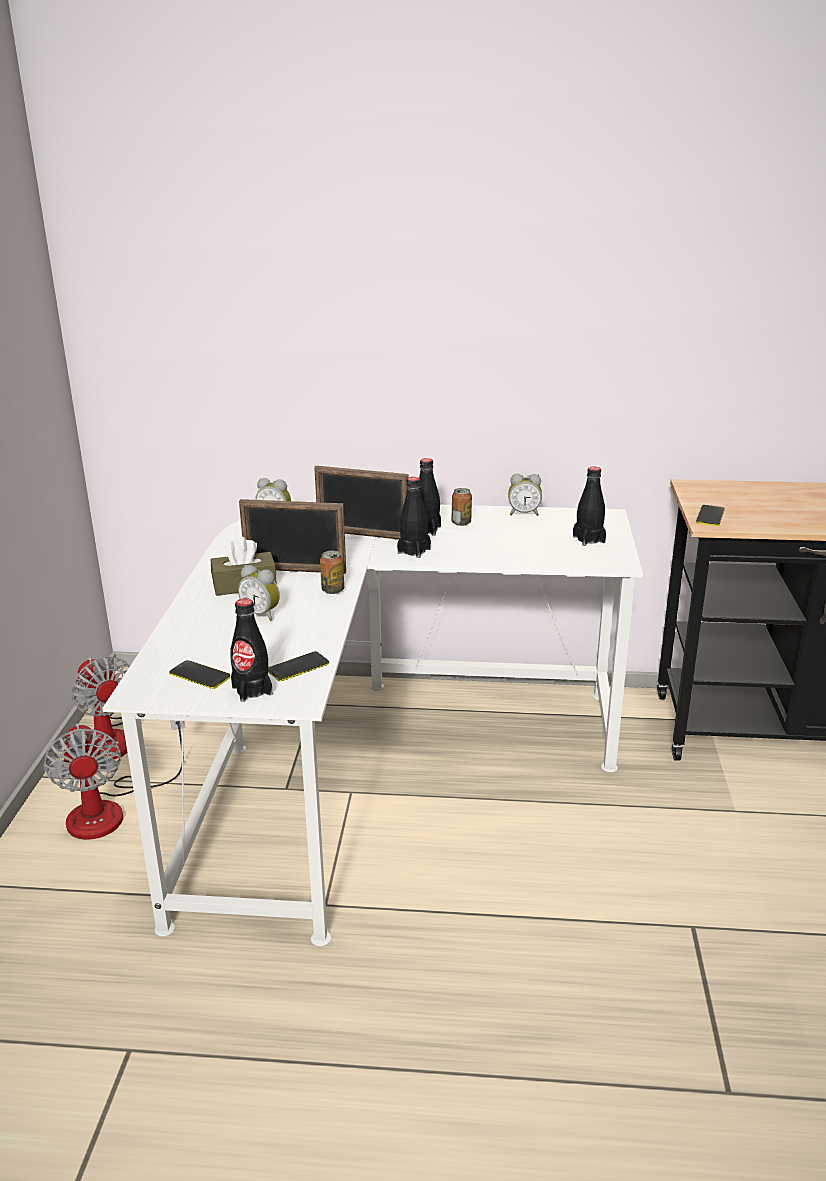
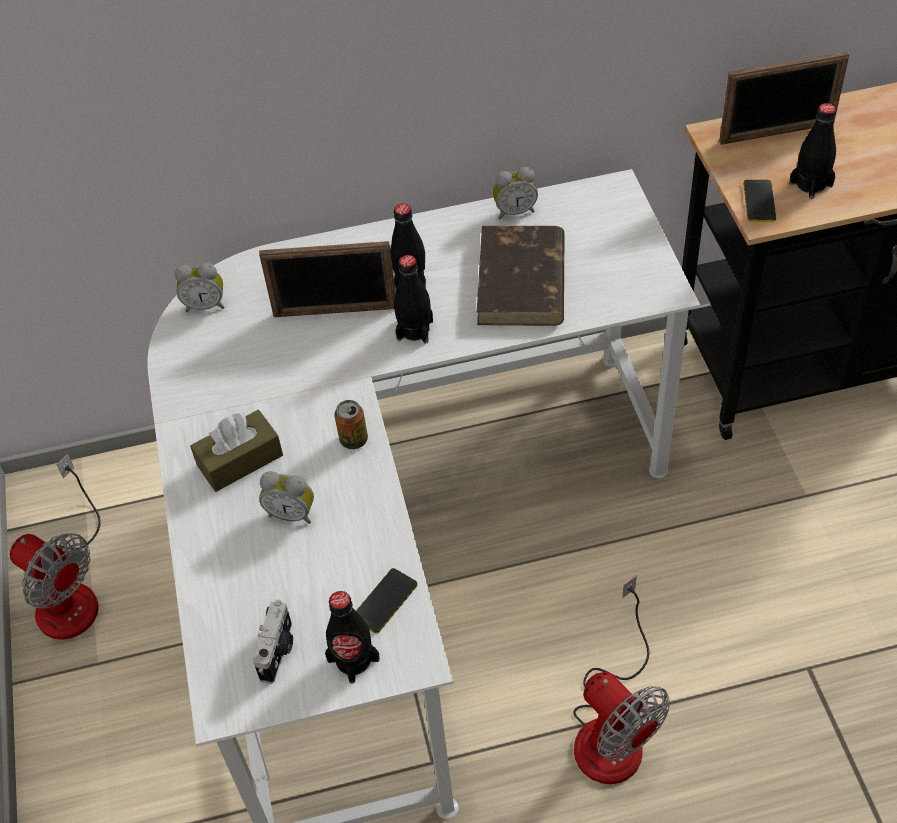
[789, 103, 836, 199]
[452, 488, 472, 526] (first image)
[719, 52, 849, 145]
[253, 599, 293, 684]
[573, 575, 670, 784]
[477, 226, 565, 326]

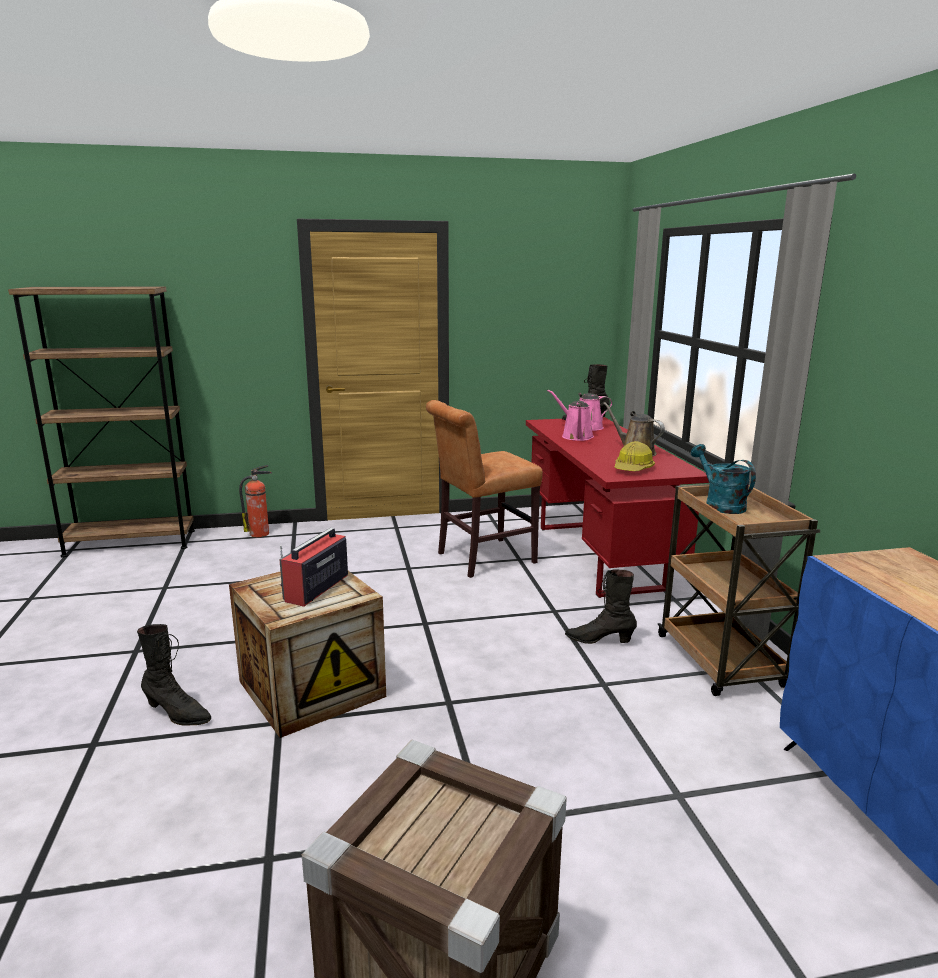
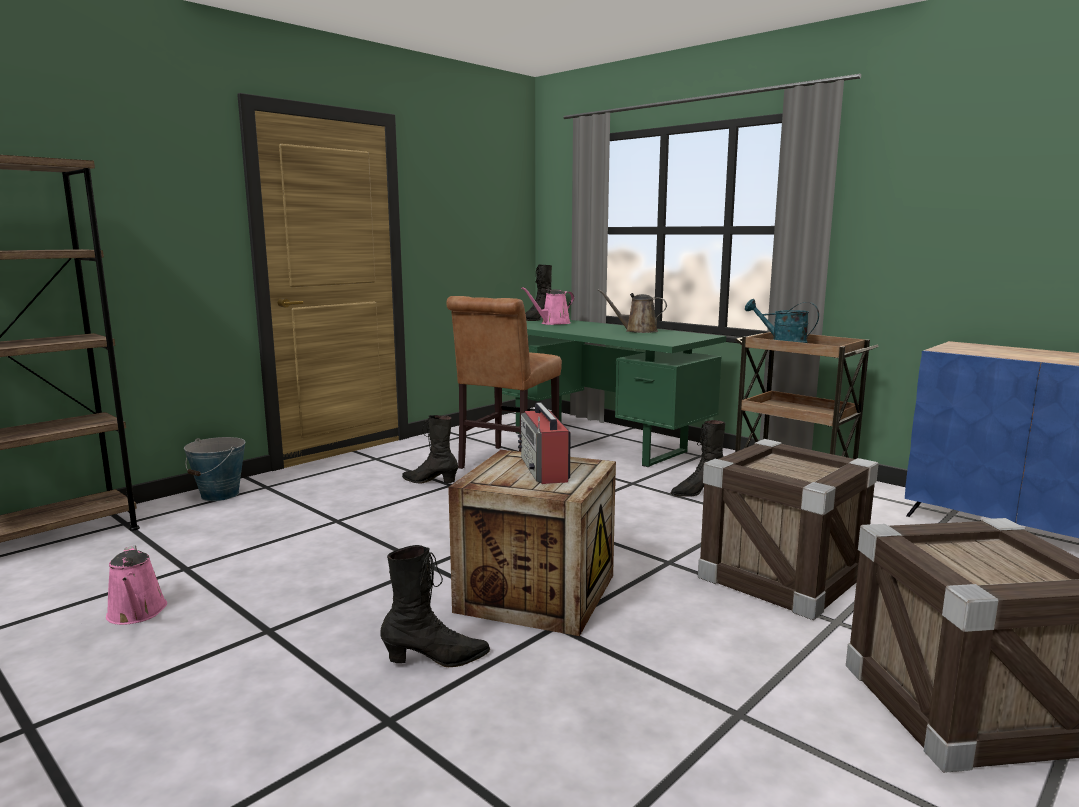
[106, 546, 167, 625]
[502, 318, 726, 467]
[615, 441, 655, 471] (first image)
[184, 437, 245, 501]
[402, 415, 458, 484]
[698, 439, 879, 620]

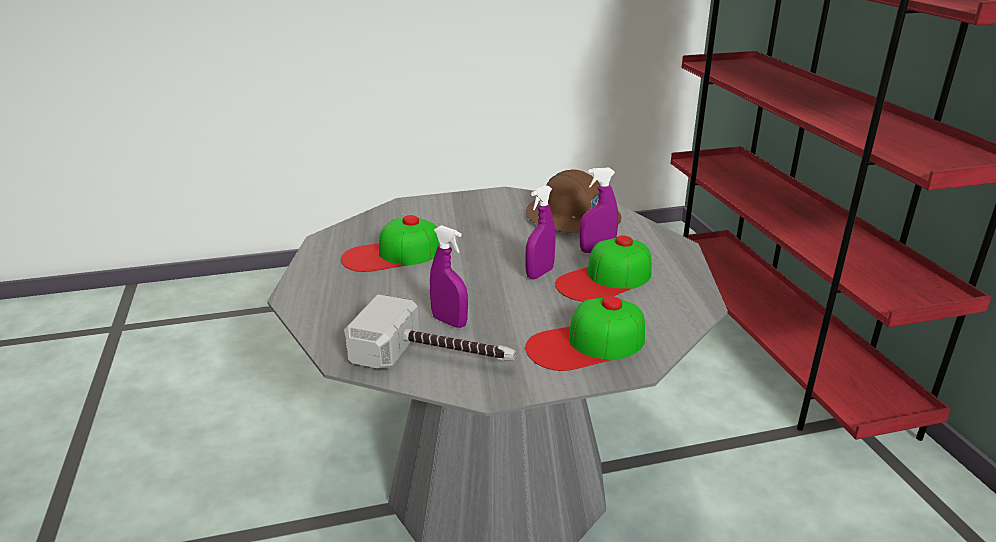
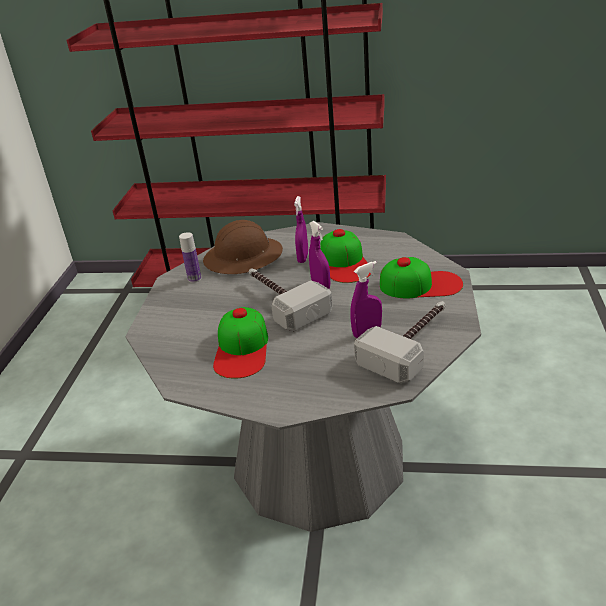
[380, 257, 463, 298]
[179, 232, 202, 283]
[249, 268, 333, 331]

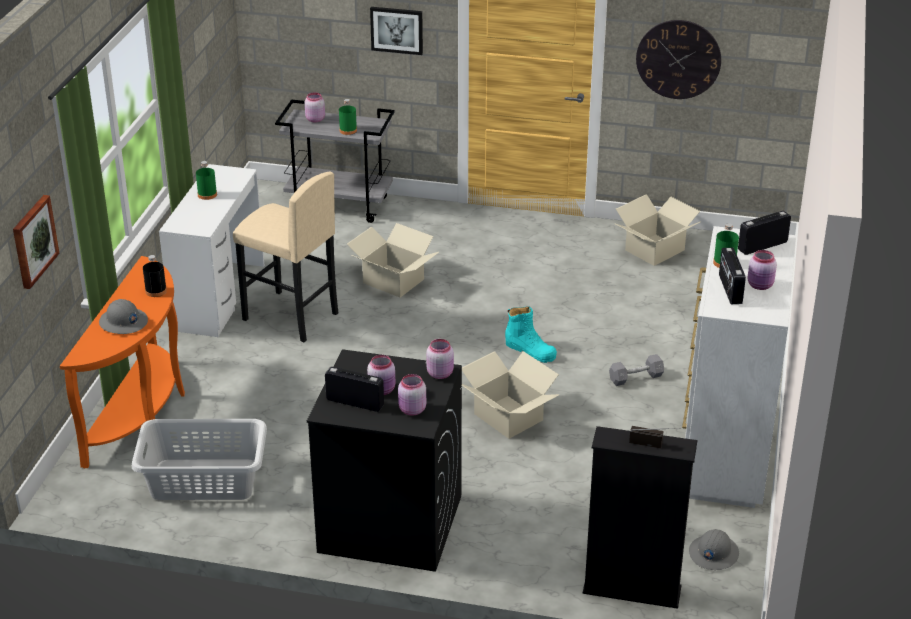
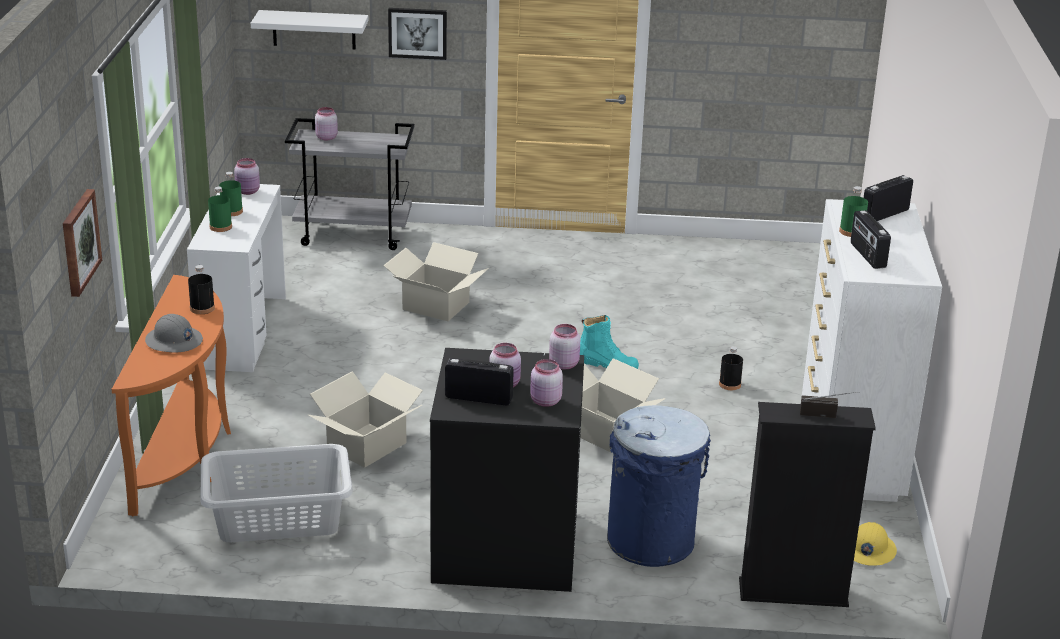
[636, 20, 721, 99] (first image)
[208, 187, 232, 232]
[233, 172, 338, 342] (first image)
[308, 371, 423, 468]
[234, 158, 260, 195]
[719, 346, 743, 390]
[854, 522, 897, 566]
[251, 10, 369, 49]
[607, 405, 711, 567]

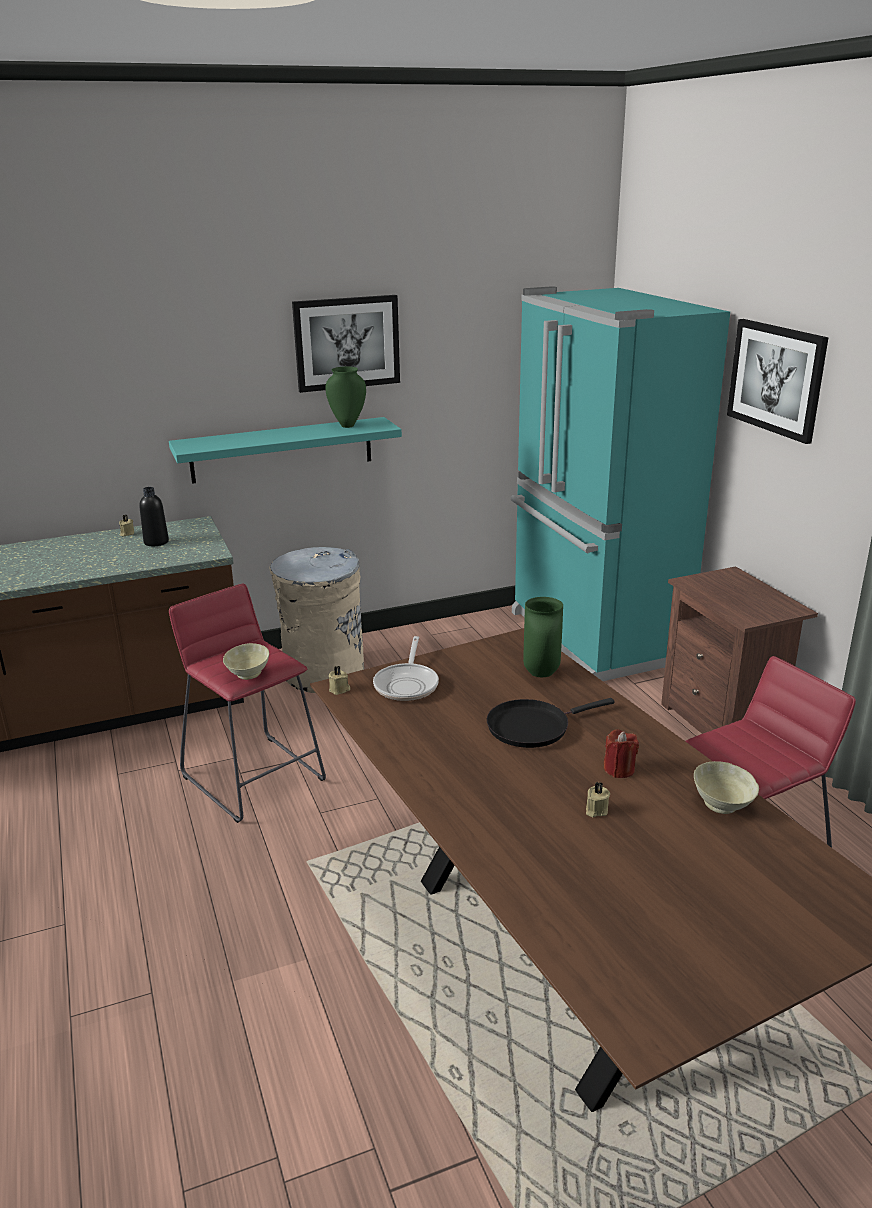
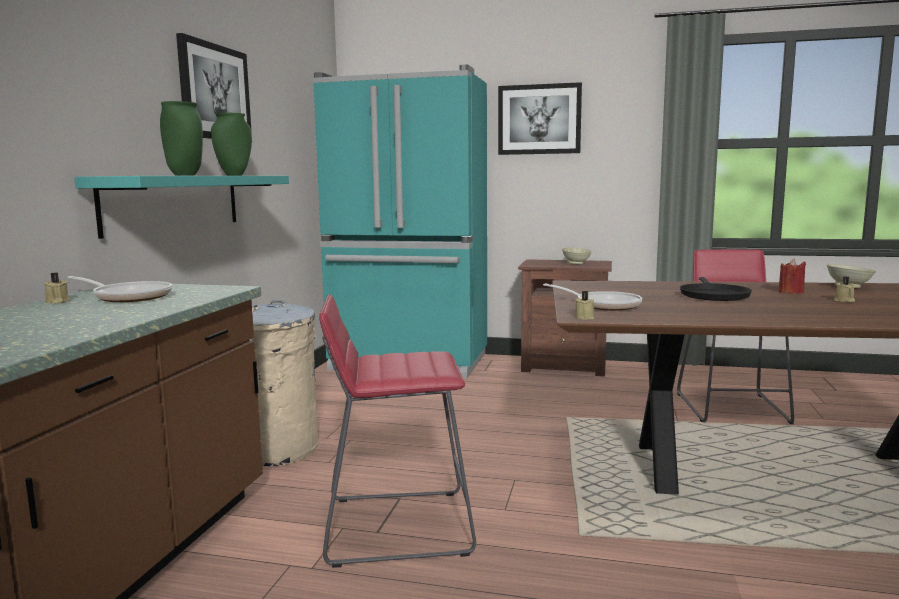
[67, 276, 172, 302]
[160, 101, 203, 176]
[562, 247, 592, 264]

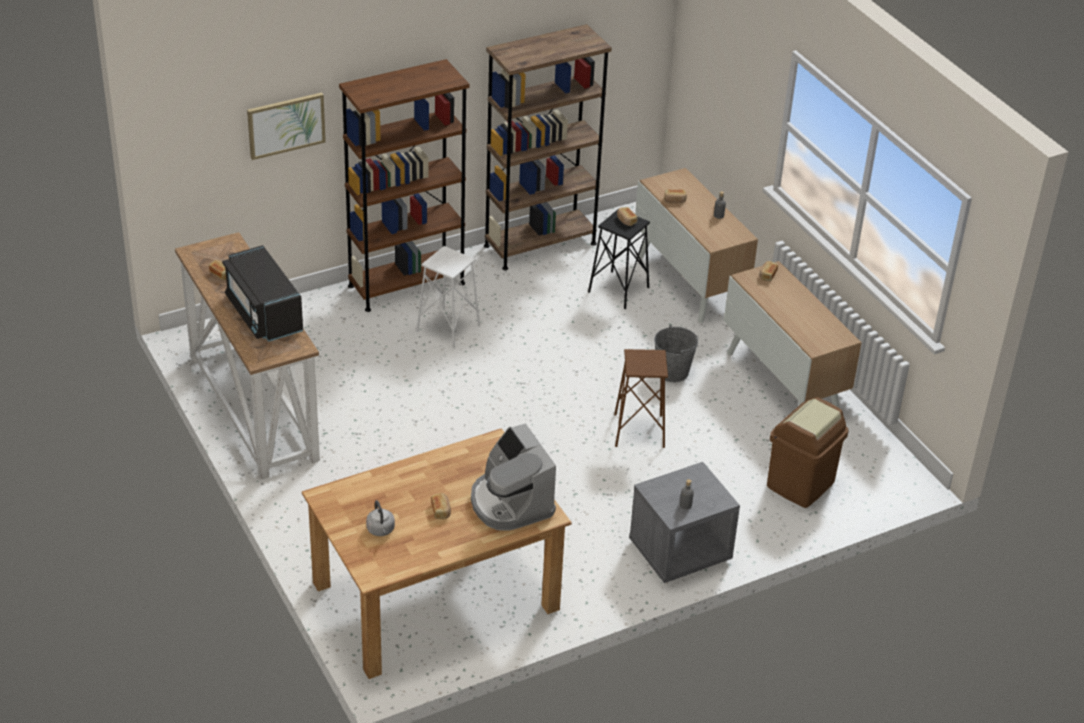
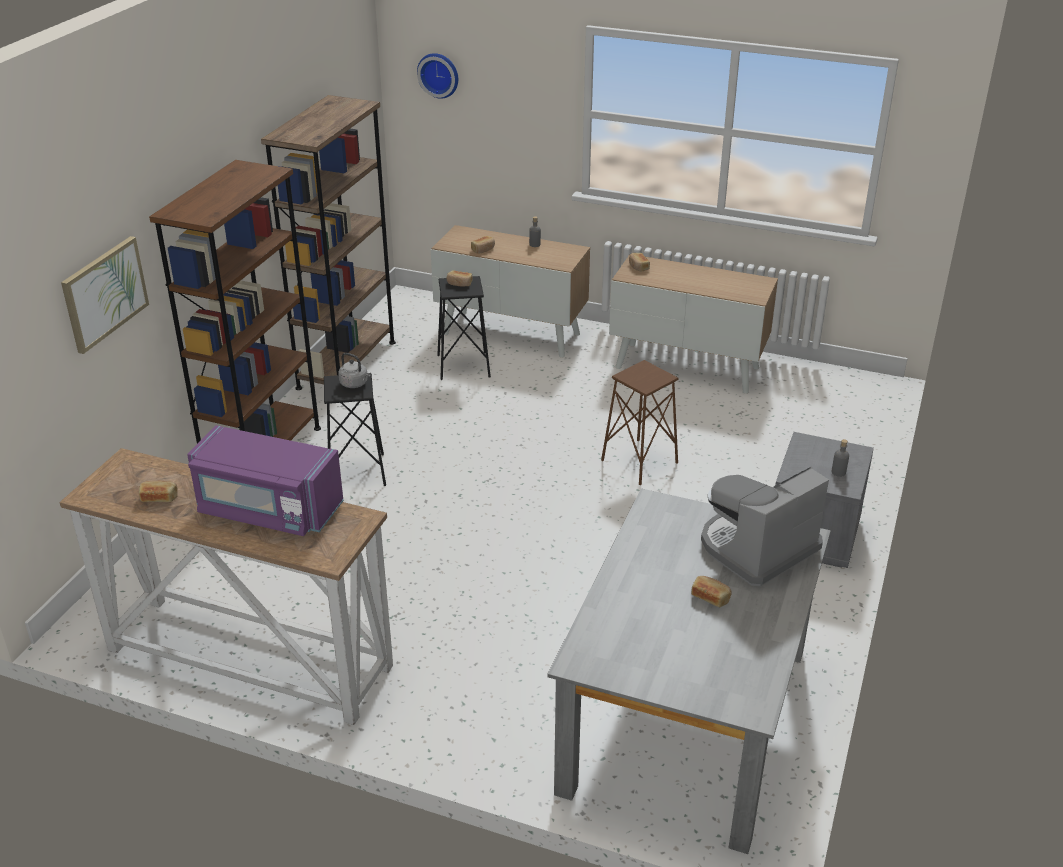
[187, 425, 344, 536]
[324, 373, 386, 486]
[654, 325, 698, 382] (first image)
[767, 397, 849, 508] (first image)
[701, 467, 829, 586]
[547, 488, 831, 854]
[338, 353, 371, 388]
[417, 53, 458, 99]

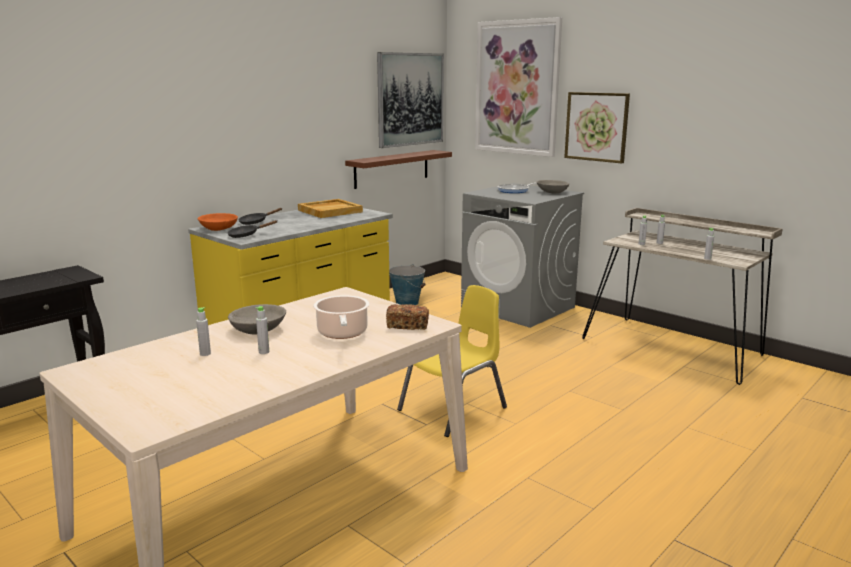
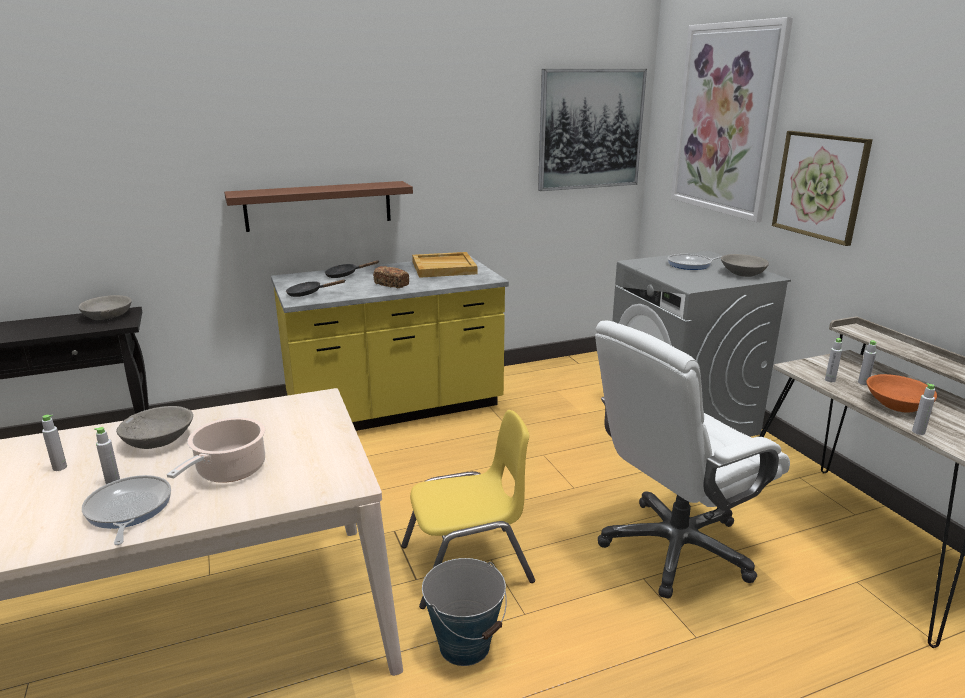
[224, 181, 413, 232]
[866, 374, 937, 413]
[422, 558, 507, 666]
[373, 266, 409, 288]
[78, 295, 132, 320]
[595, 320, 790, 599]
[82, 475, 171, 545]

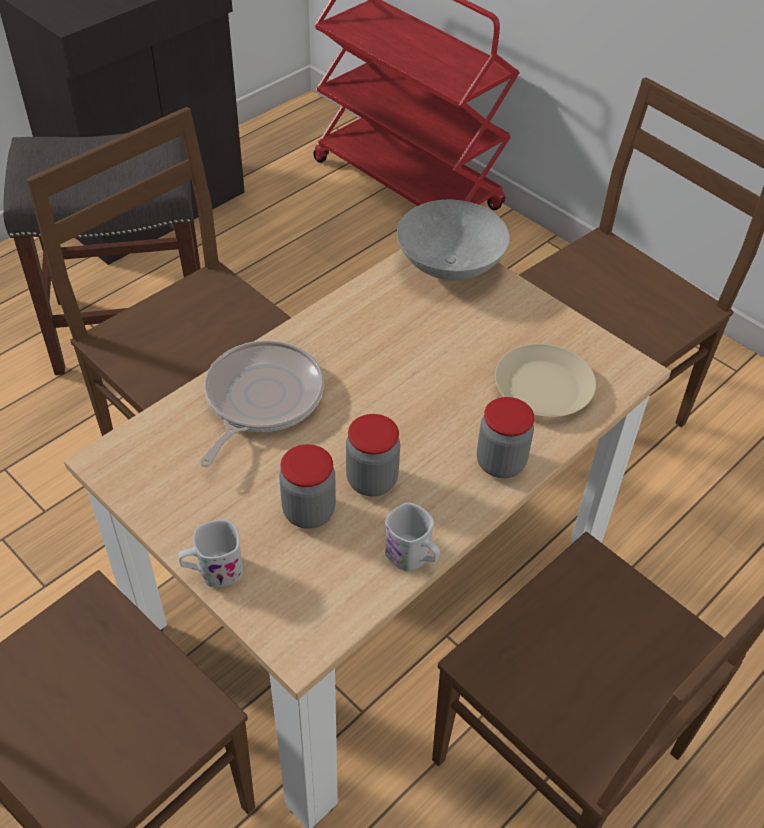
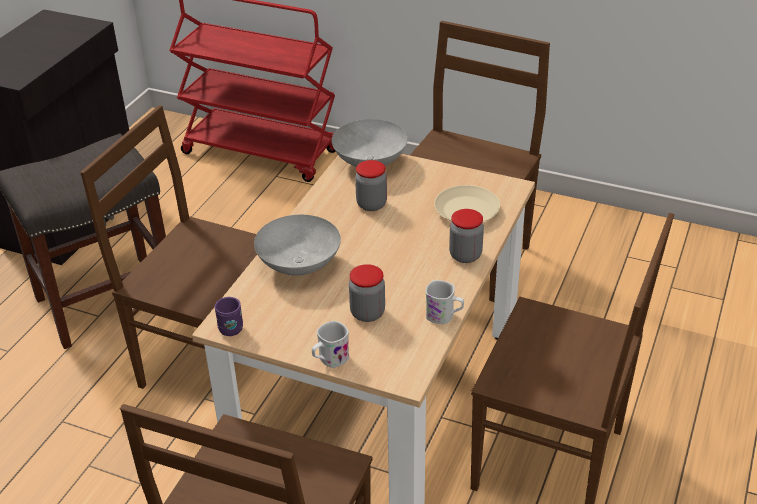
[254, 215, 341, 276]
[355, 160, 387, 211]
[215, 297, 243, 336]

